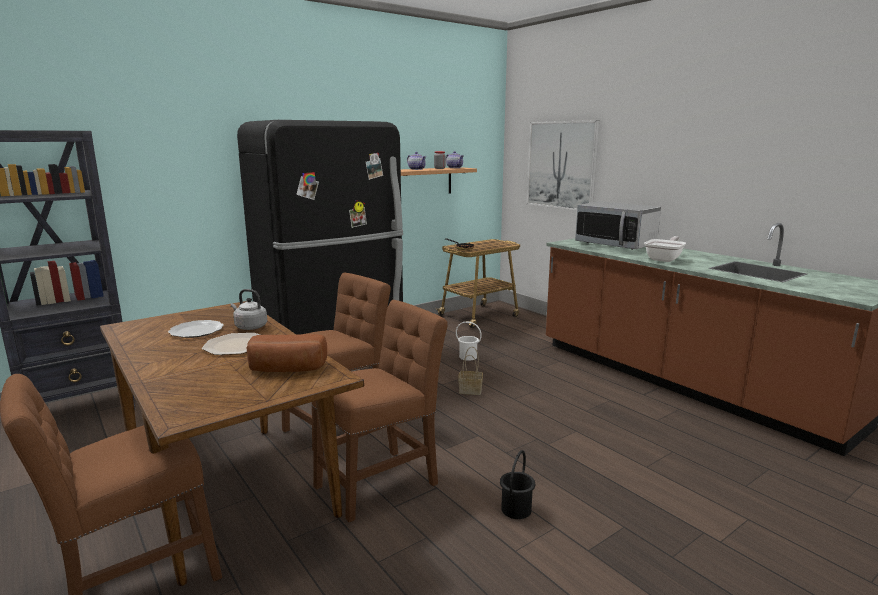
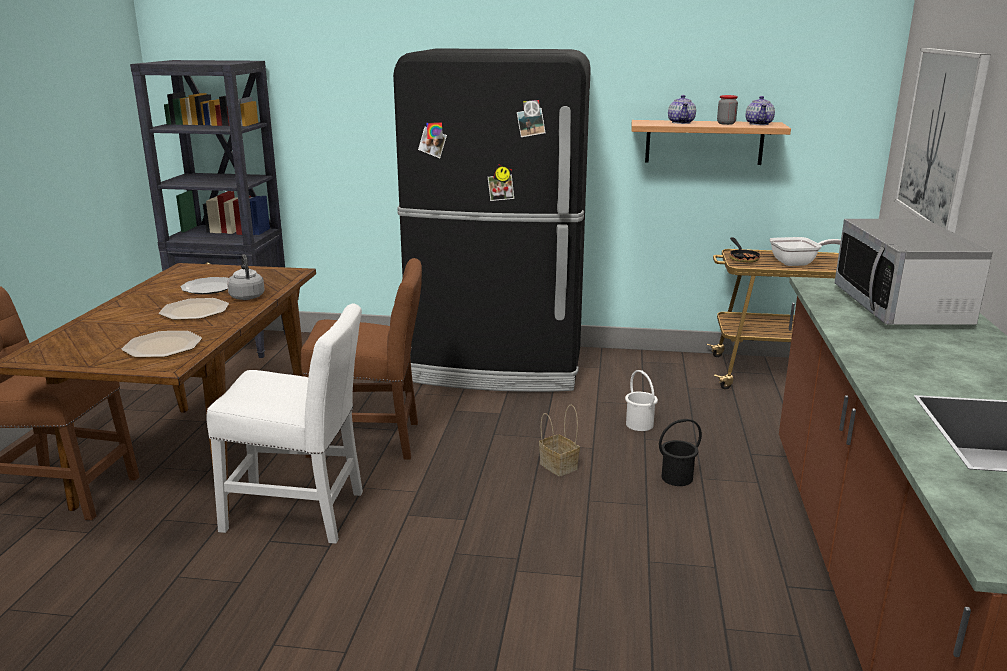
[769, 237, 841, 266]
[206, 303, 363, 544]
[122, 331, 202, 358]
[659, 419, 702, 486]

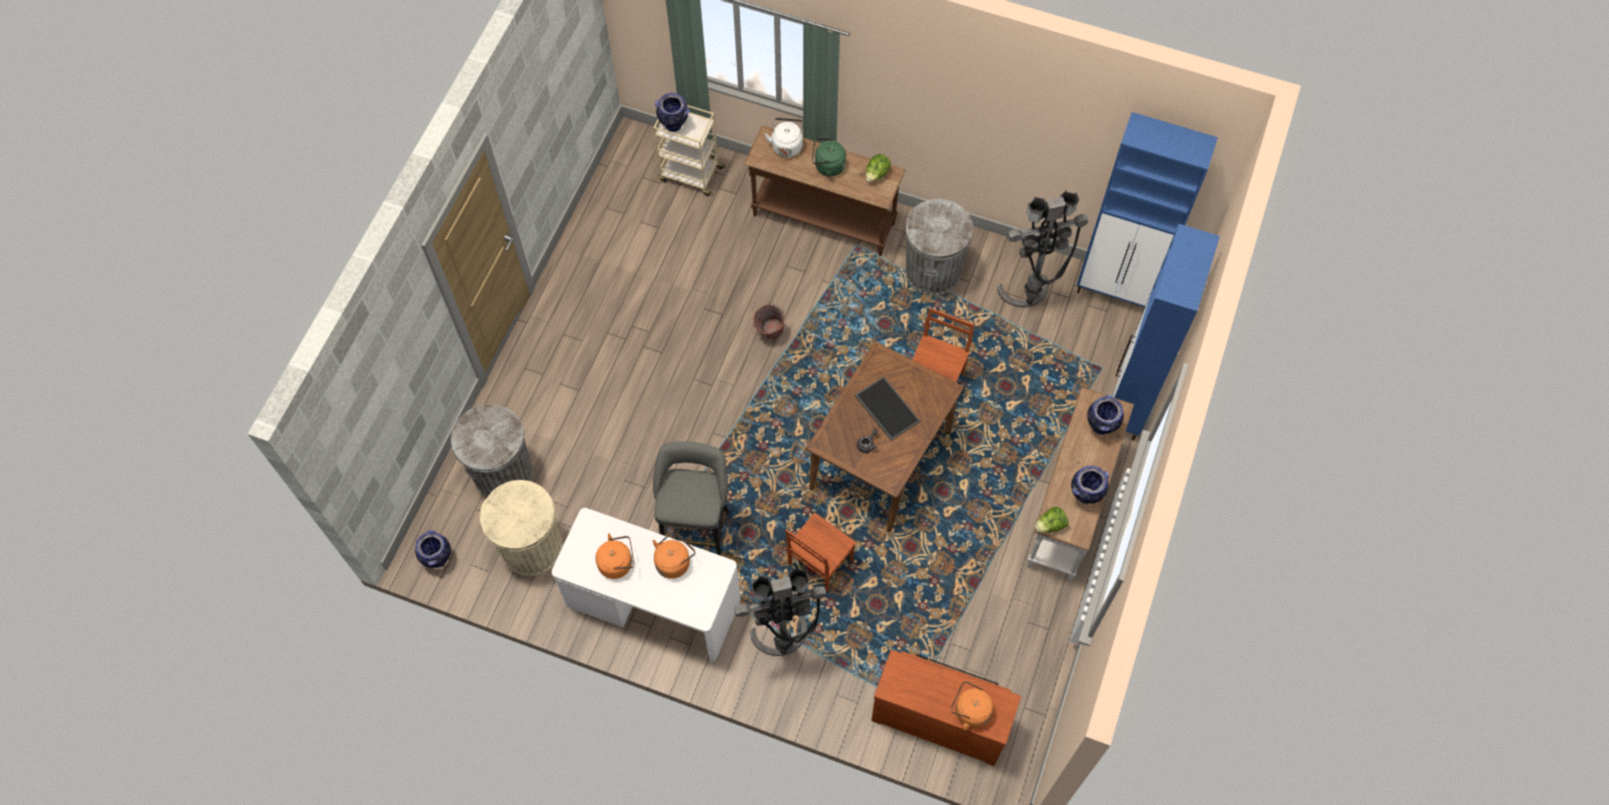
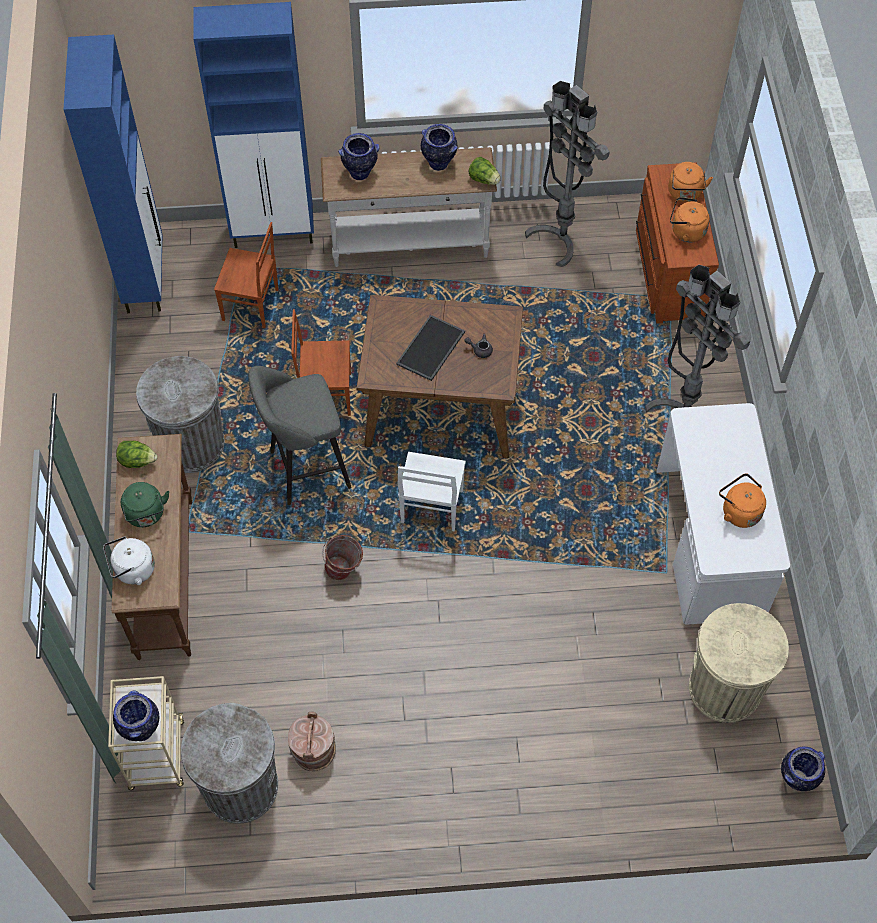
[525, 81, 610, 267]
[181, 703, 278, 824]
[248, 366, 351, 505]
[214, 222, 279, 328]
[670, 197, 710, 242]
[398, 452, 466, 532]
[288, 712, 336, 771]

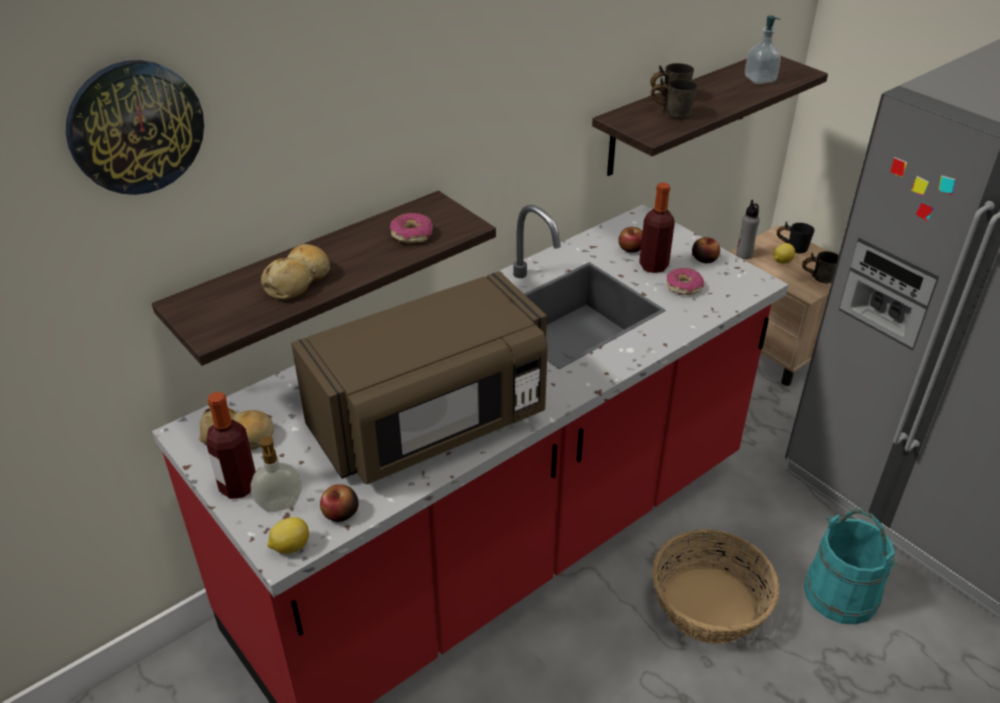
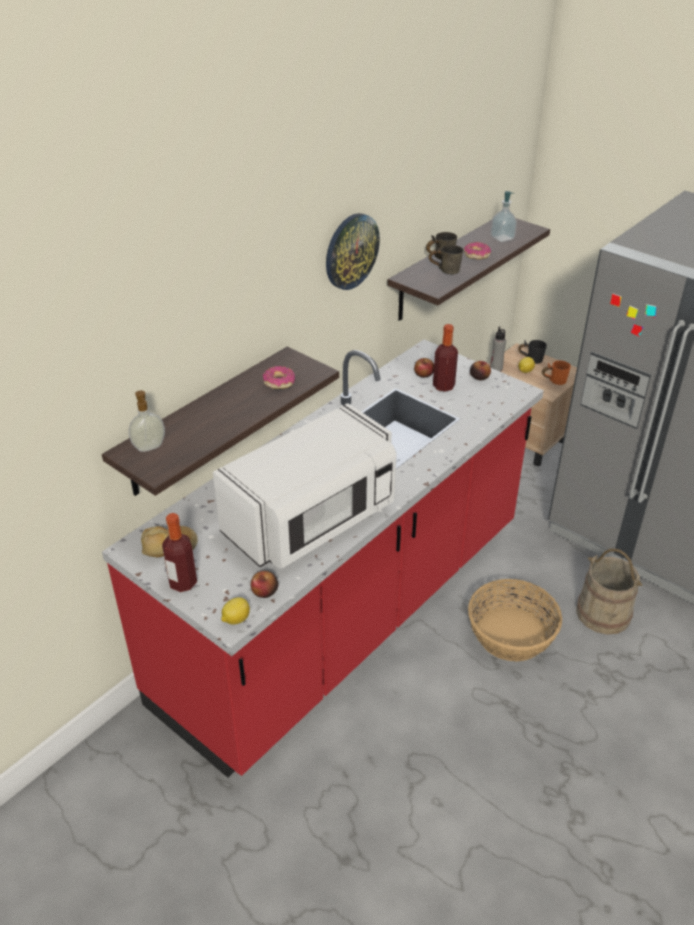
[326, 213, 380, 290]
[261, 244, 330, 300] (first image)
[542, 361, 571, 385]
[464, 242, 491, 260]
[213, 403, 397, 569]
[129, 390, 165, 452]
[576, 548, 643, 635]

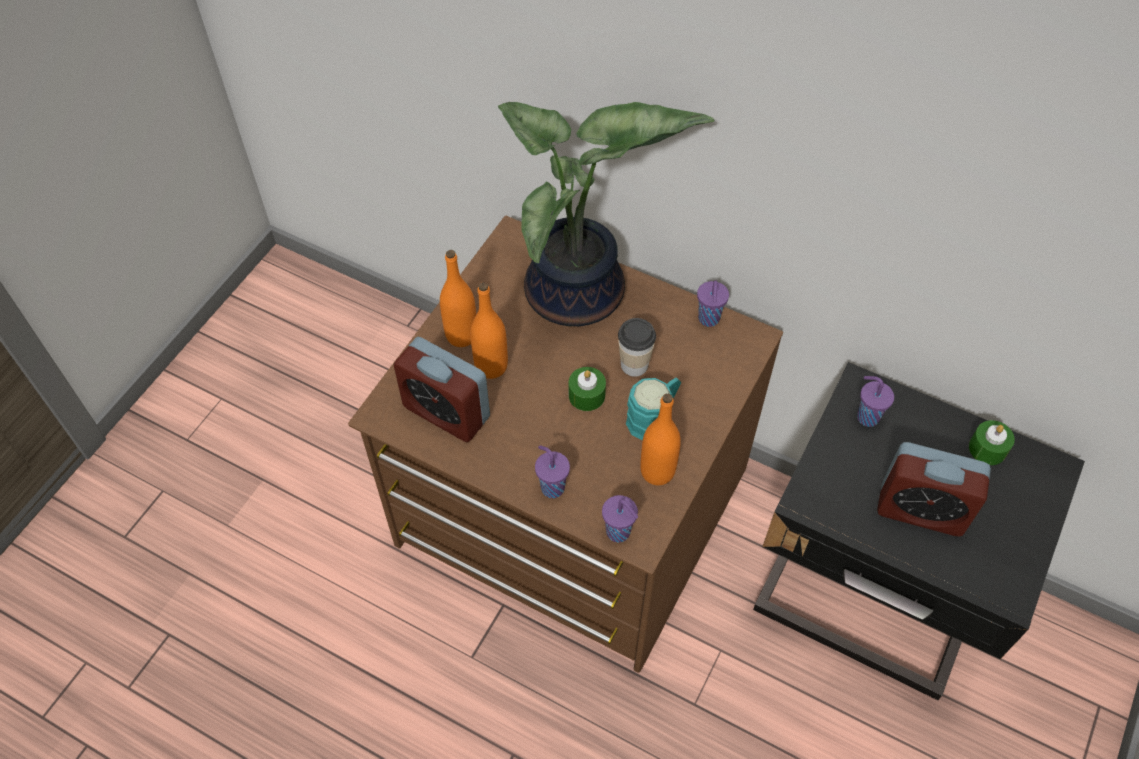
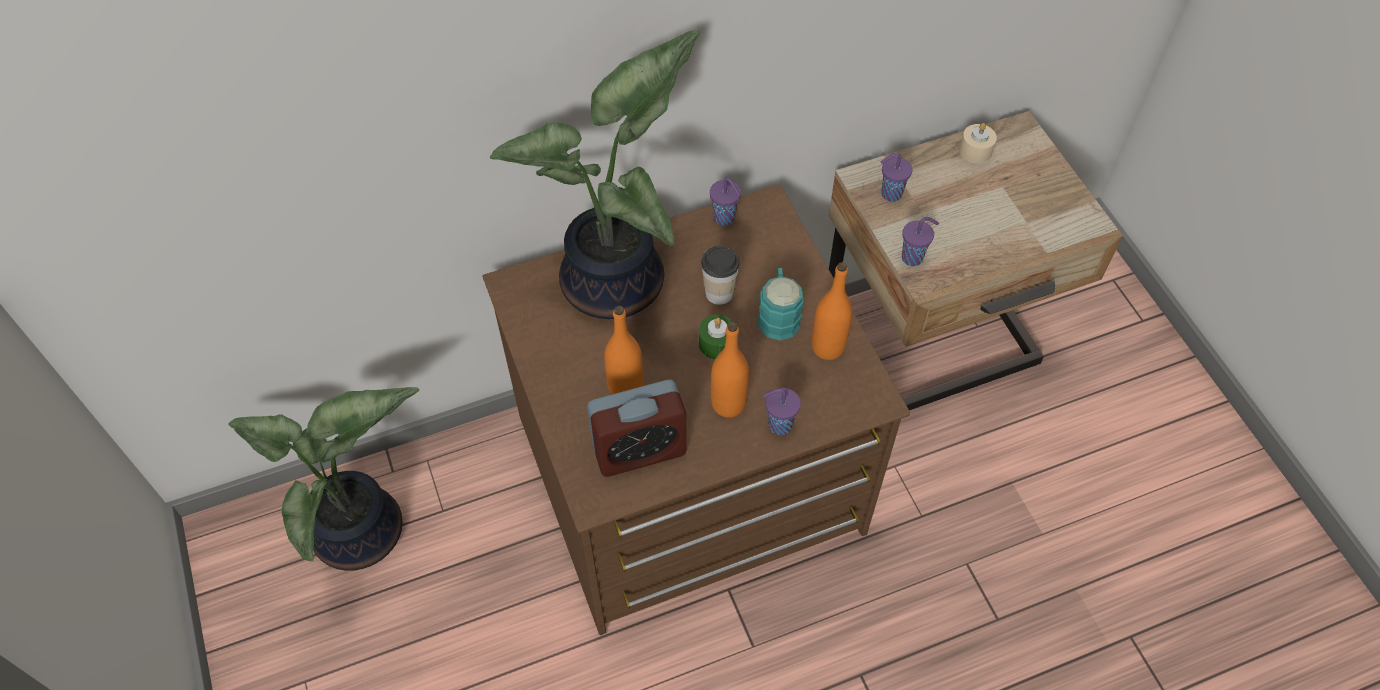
[711, 322, 749, 418]
[829, 111, 1123, 410]
[959, 123, 997, 164]
[877, 442, 991, 536] (first image)
[902, 217, 939, 266]
[228, 387, 419, 571]

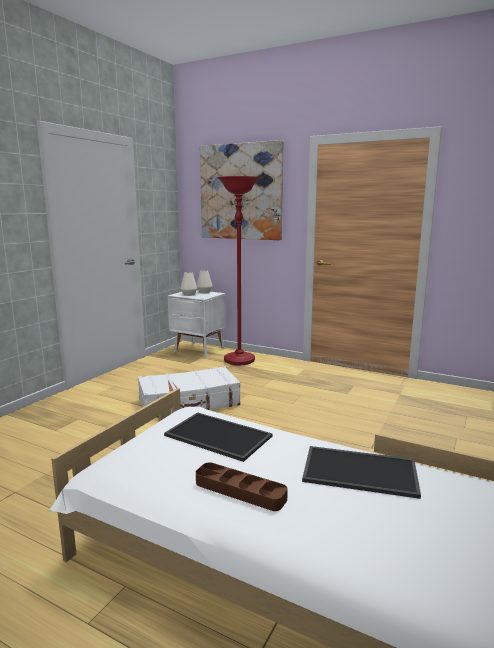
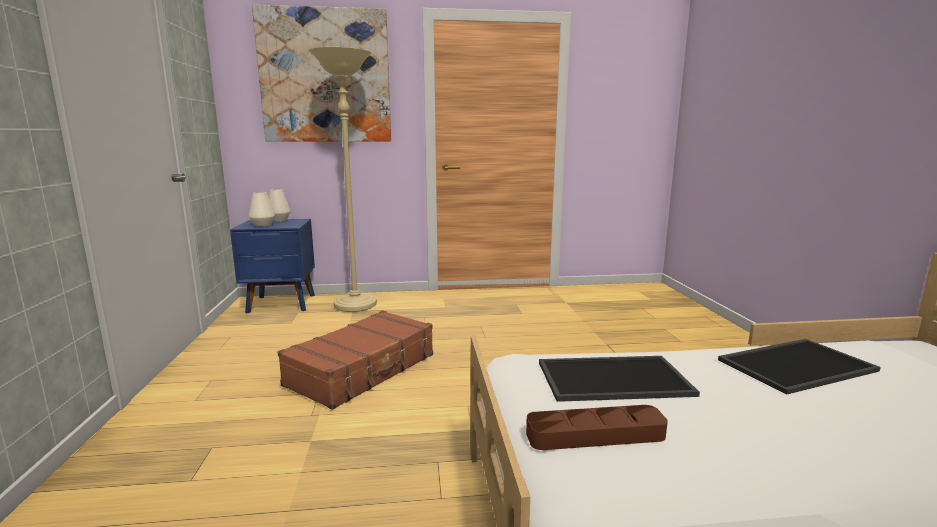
[308, 47, 377, 312]
[230, 219, 315, 313]
[278, 310, 433, 410]
[526, 405, 668, 450]

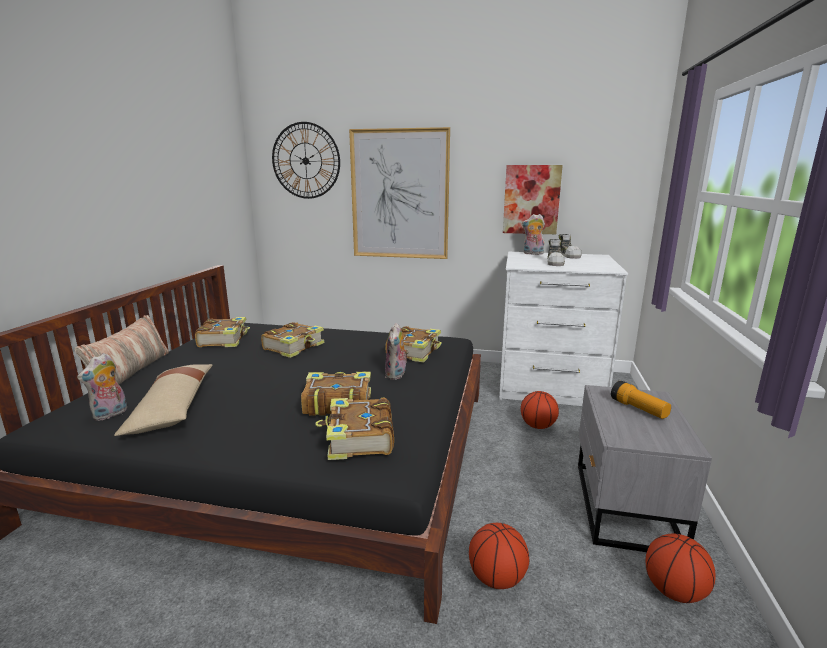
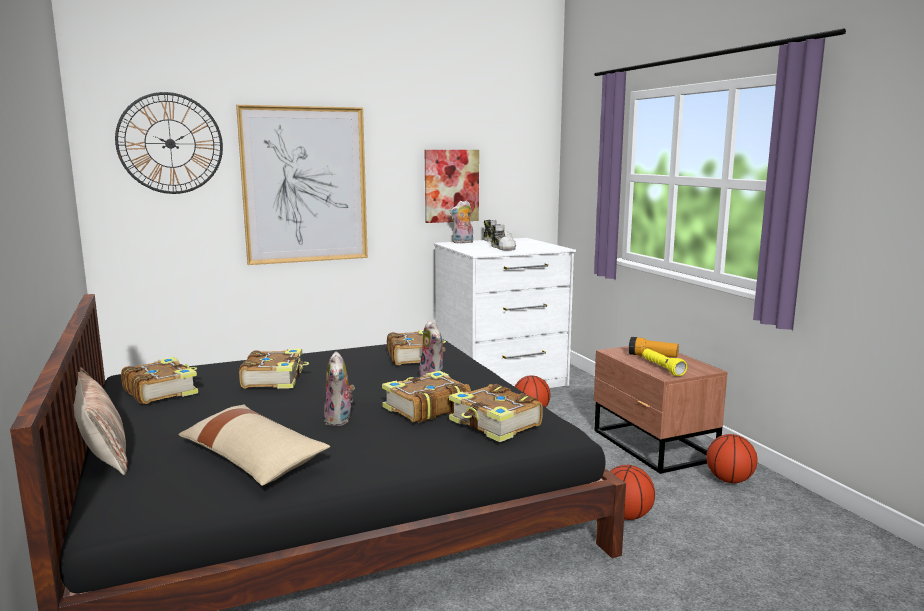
[324, 351, 355, 426]
[594, 346, 728, 474]
[643, 349, 687, 376]

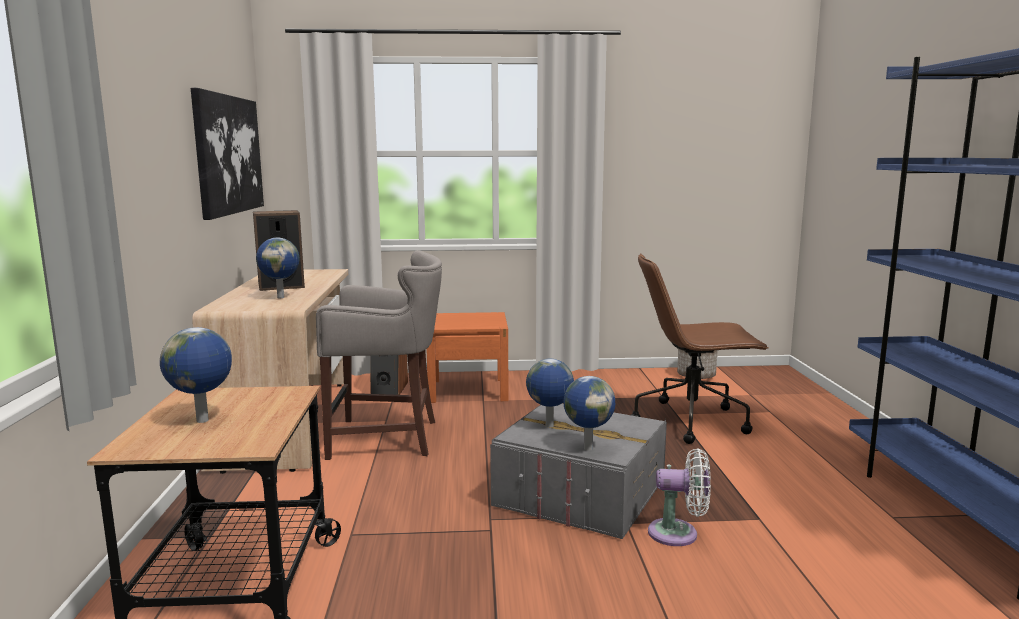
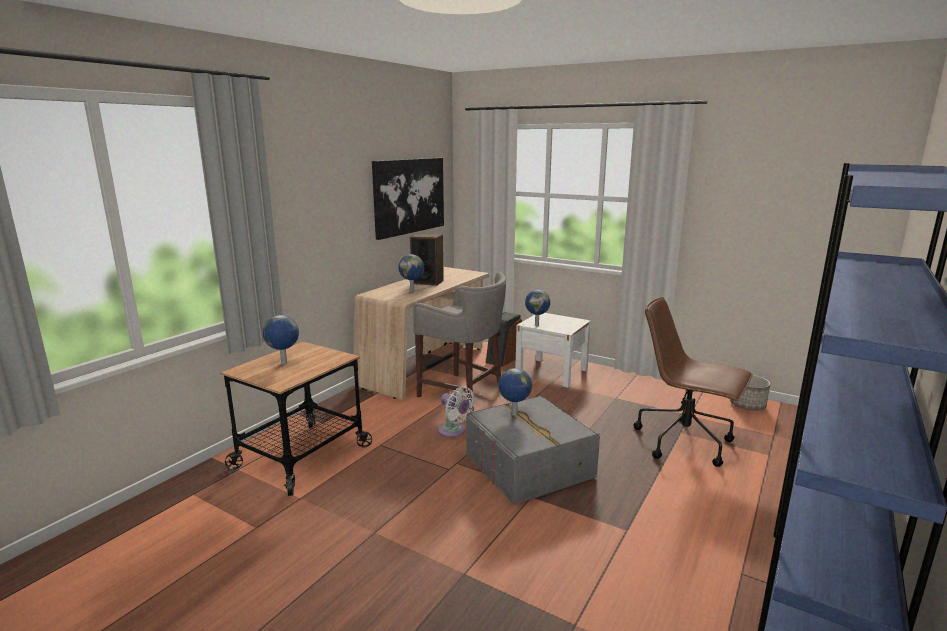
[516, 313, 591, 388]
[525, 290, 550, 326]
[438, 387, 475, 437]

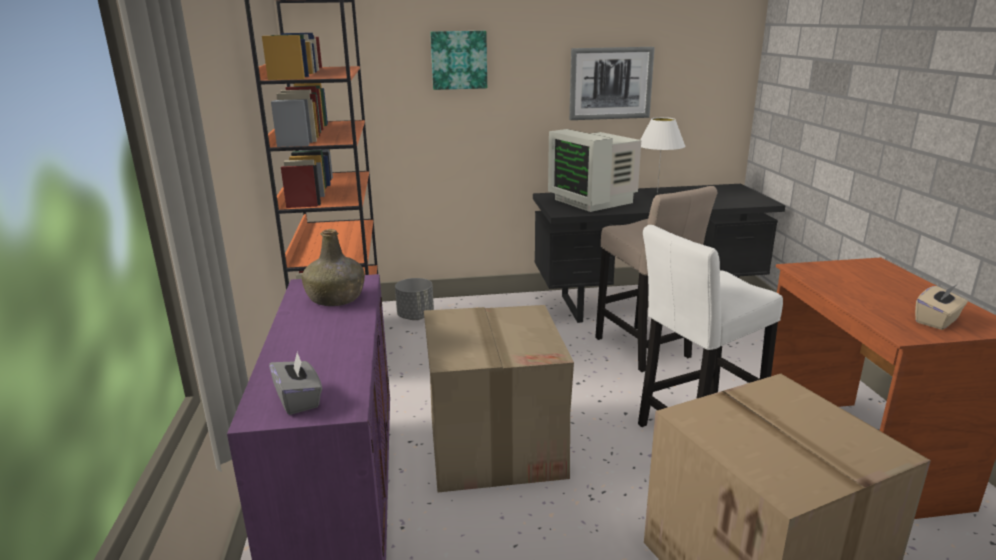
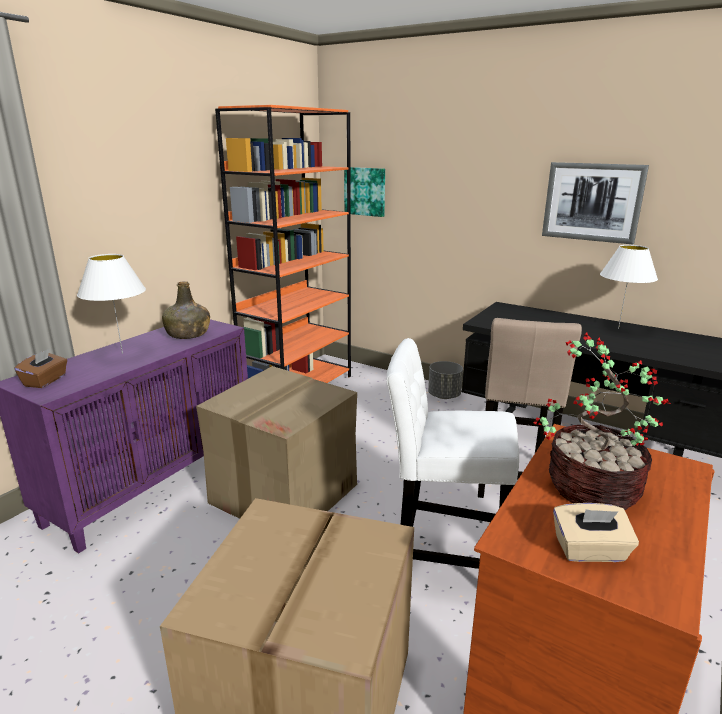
[344, 167, 385, 217]
[548, 129, 641, 212] (first image)
[428, 361, 463, 399]
[14, 348, 67, 388]
[77, 254, 146, 354]
[533, 332, 671, 510]

